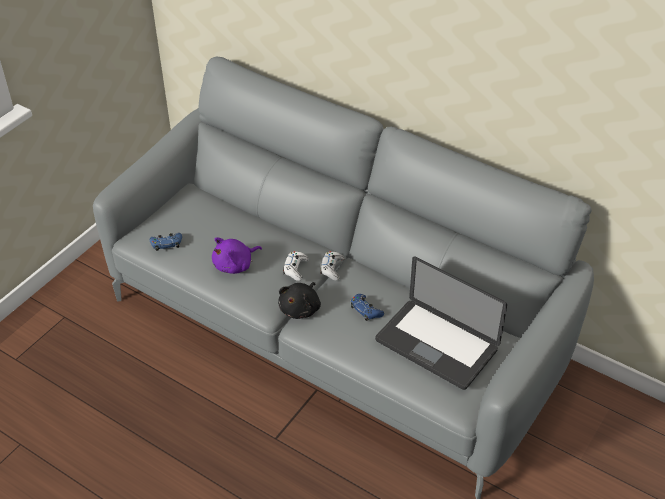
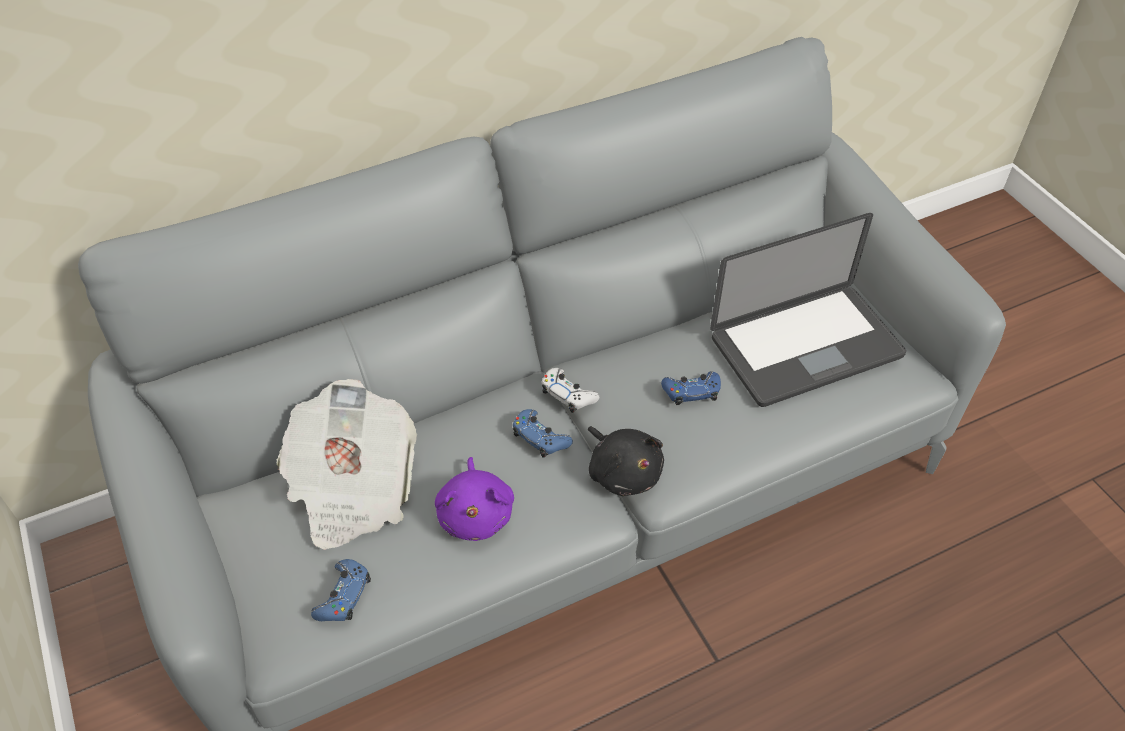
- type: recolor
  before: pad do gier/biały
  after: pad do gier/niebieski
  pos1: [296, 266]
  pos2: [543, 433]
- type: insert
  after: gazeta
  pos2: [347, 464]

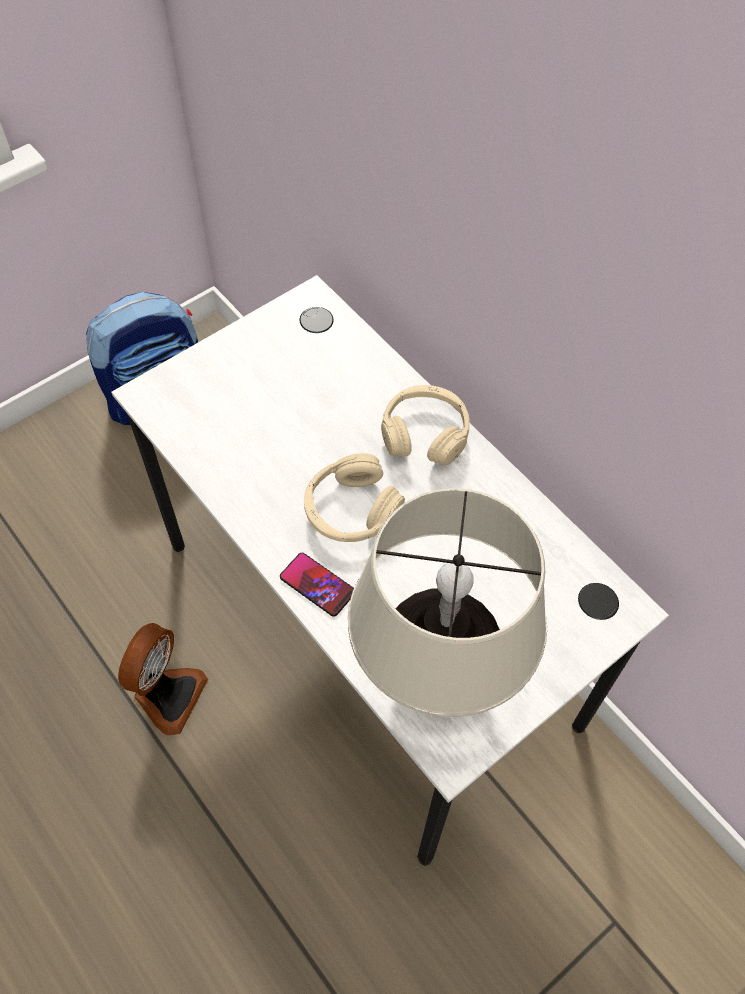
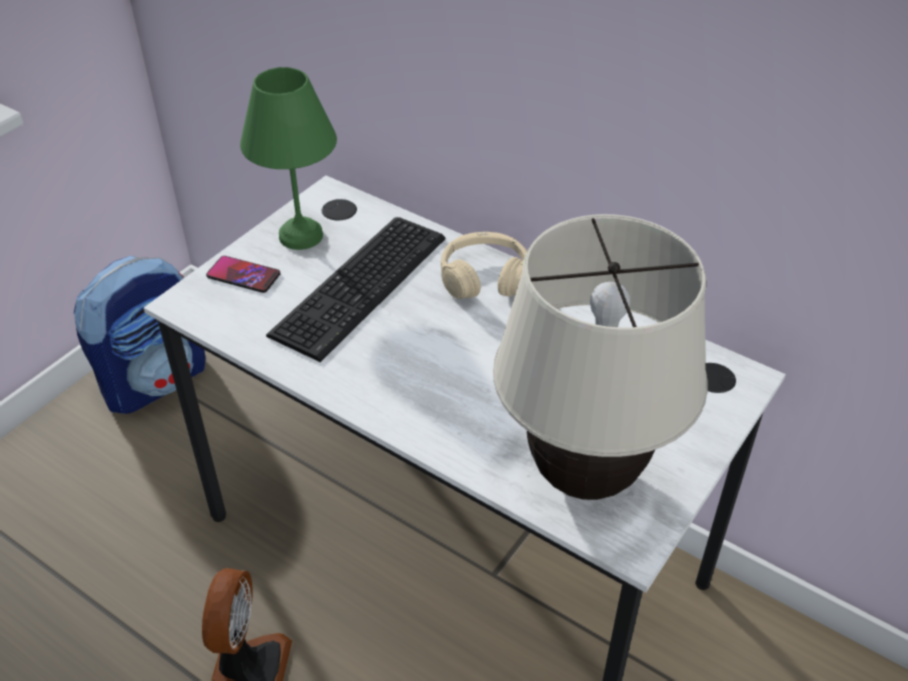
- type: move
  before: telefon
  pos1: [317, 585]
  pos2: [243, 274]
- type: delete
  before: słuchawki/beżowy
  pos1: [354, 497]
- type: insert
  after: lampa stołowa/zielony
  pos2: [288, 158]
- type: insert
  after: klawiatura
  pos2: [355, 289]

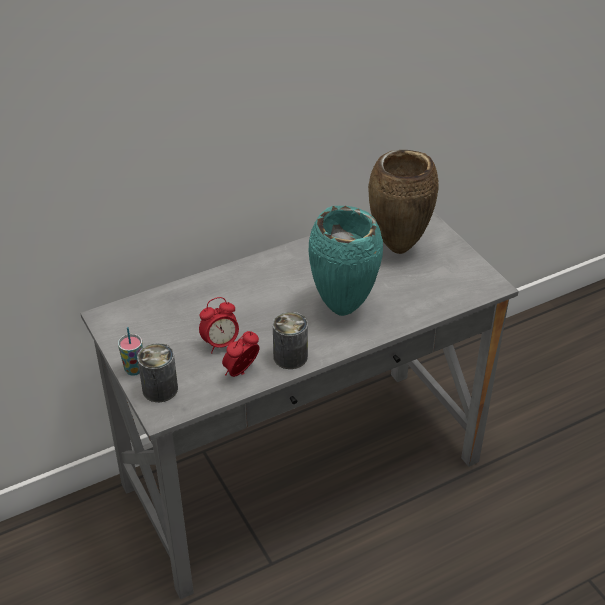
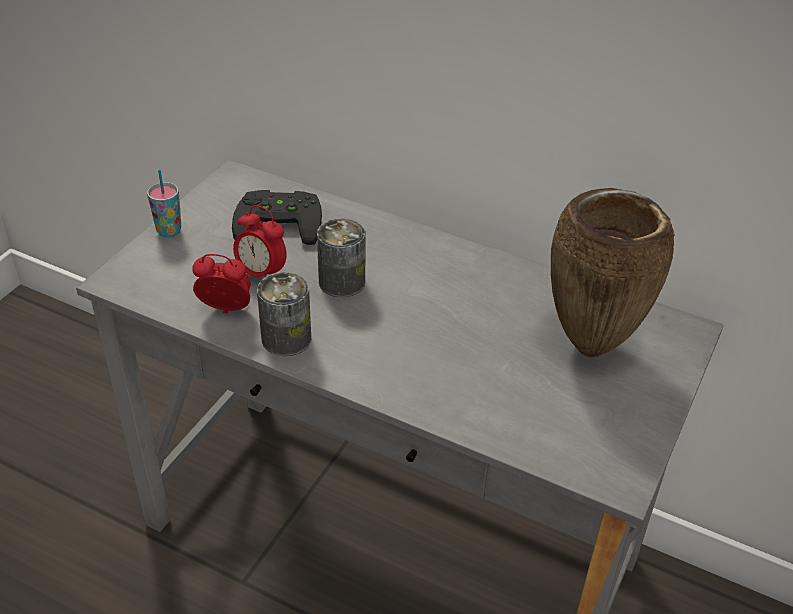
- type: move
  before: puszka
  pos1: [157, 372]
  pos2: [341, 257]
- type: delete
  before: wazon/turkusowy
  pos1: [345, 261]
- type: insert
  after: pad do gier/czarny
  pos2: [277, 217]

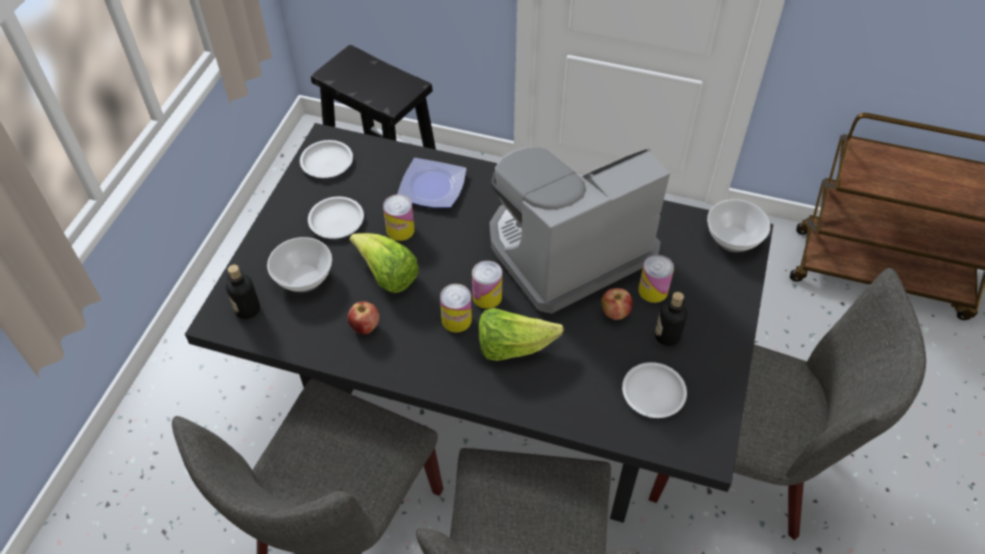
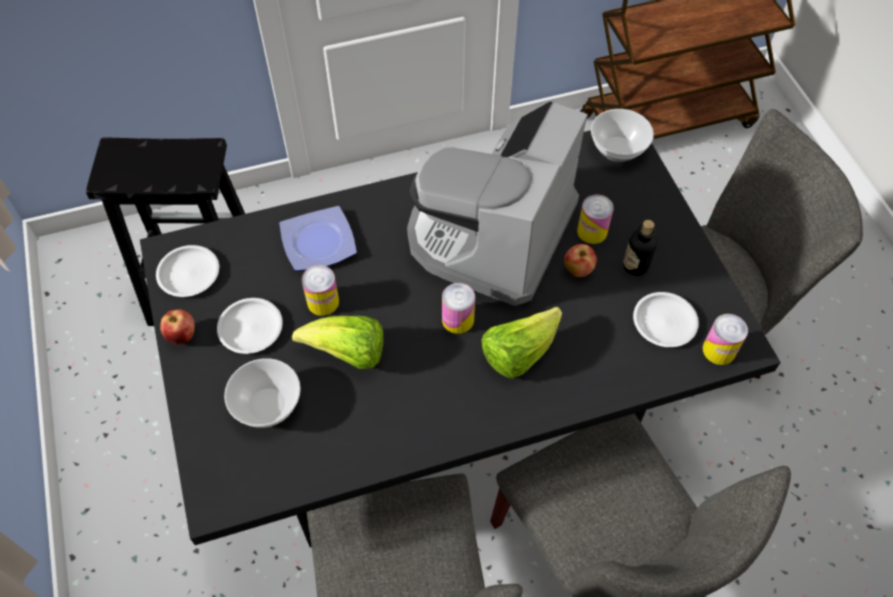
- type: delete
  before: butelka
  pos1: [243, 291]
- type: move
  before: jabłko
  pos1: [363, 318]
  pos2: [177, 326]
- type: move
  before: puszka
  pos1: [456, 308]
  pos2: [725, 339]

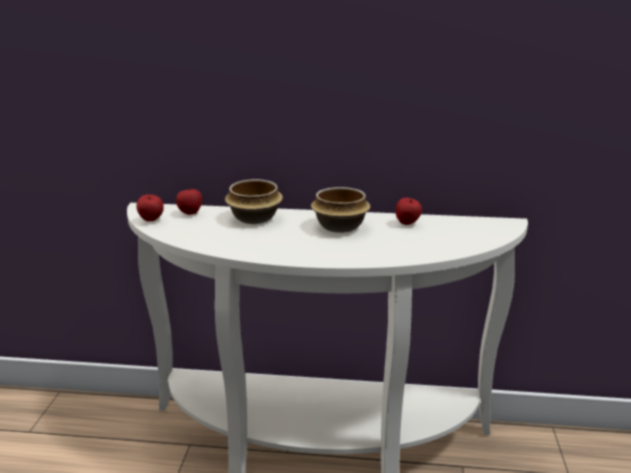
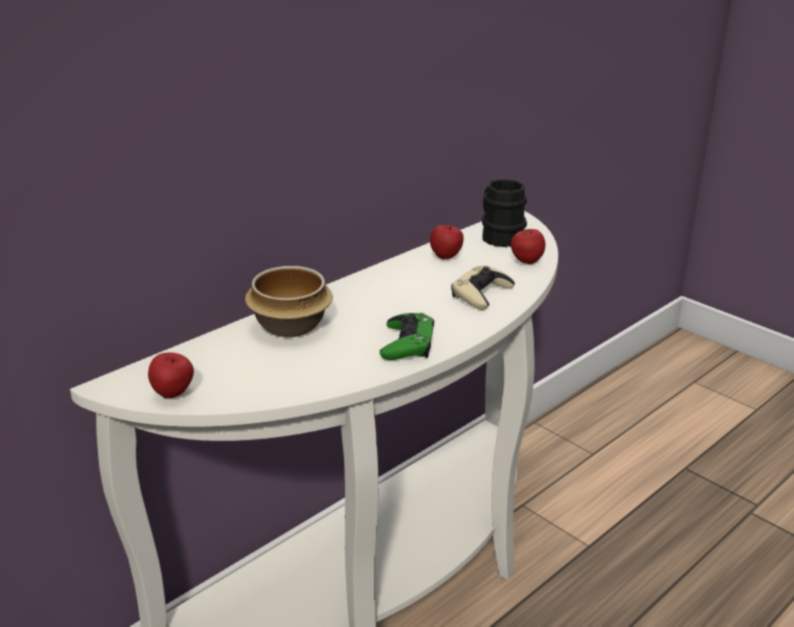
- type: move
  before: jabłko
  pos1: [189, 201]
  pos2: [528, 246]
- type: delete
  before: miska
  pos1: [341, 210]
- type: insert
  after: pad do gier/zielony
  pos2: [407, 336]
- type: insert
  after: pad do gier/beżowy
  pos2: [483, 287]
- type: insert
  after: kubek/czarny
  pos2: [504, 213]

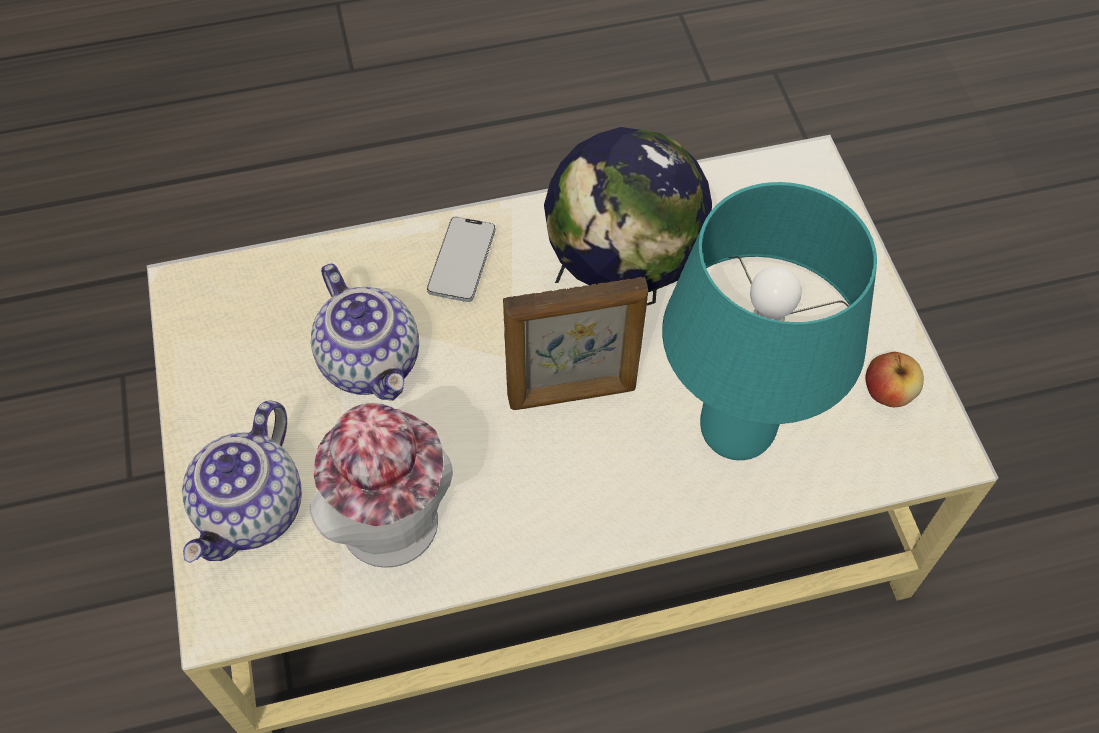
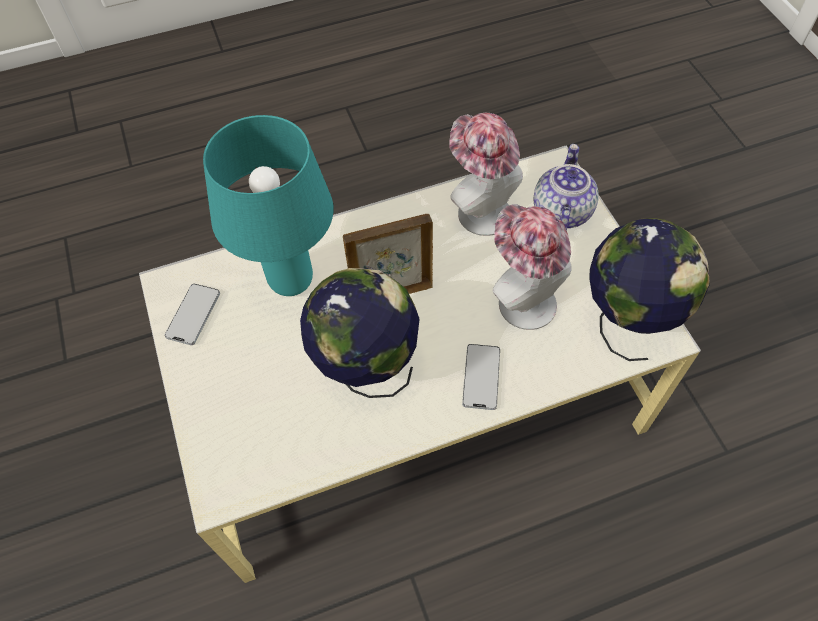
- type: replace
  before: imbryk
  after: kapelusz
  pos1: [365, 332]
  pos2: [532, 267]
- type: replace
  before: jabłko
  after: telefon
  pos1: [894, 379]
  pos2: [192, 314]
- type: insert
  after: globus
  pos2: [649, 289]

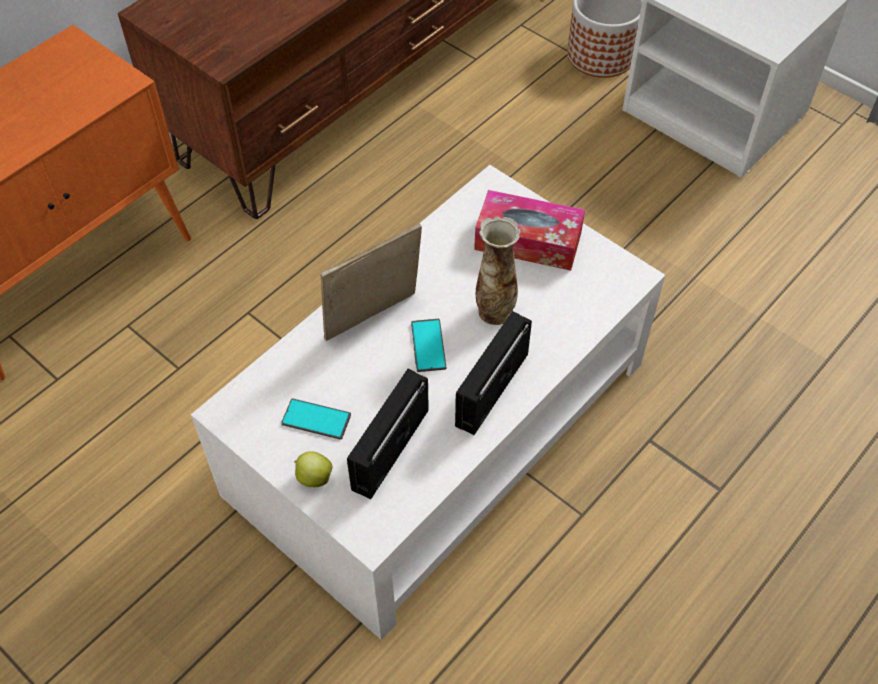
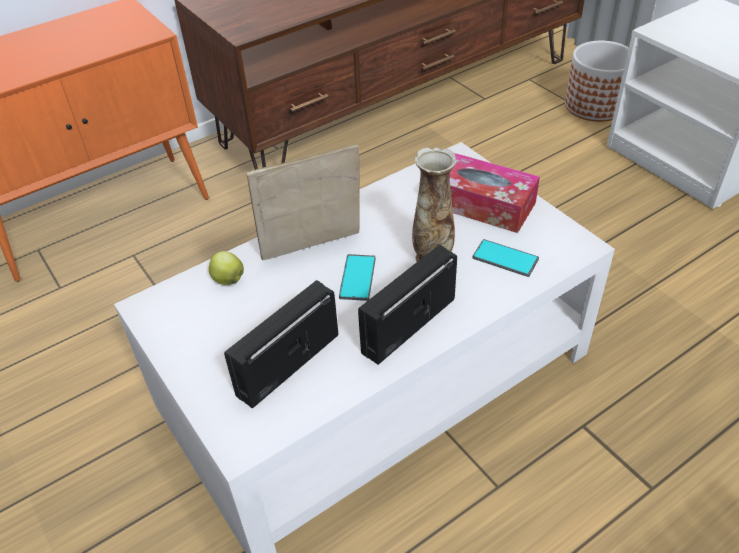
- type: move
  before: telefon
  pos1: [316, 419]
  pos2: [506, 258]
- type: move
  before: jabłko
  pos1: [313, 469]
  pos2: [226, 268]

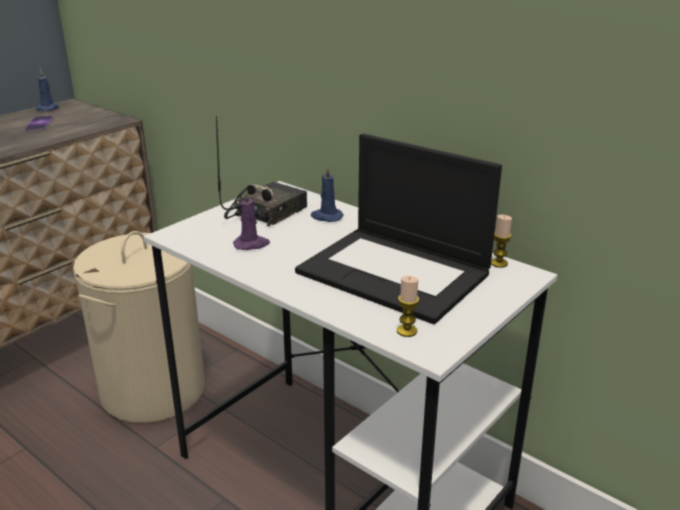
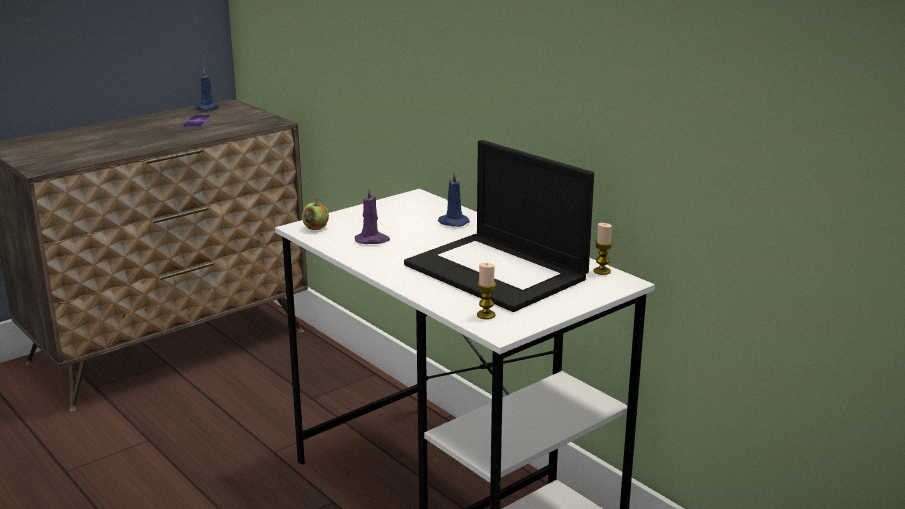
- type: delete
  before: kosz na pranie/beżowy
  pos1: [139, 327]
- type: delete
  before: radio
  pos1: [261, 171]
- type: insert
  after: jabłko
  pos2: [315, 214]

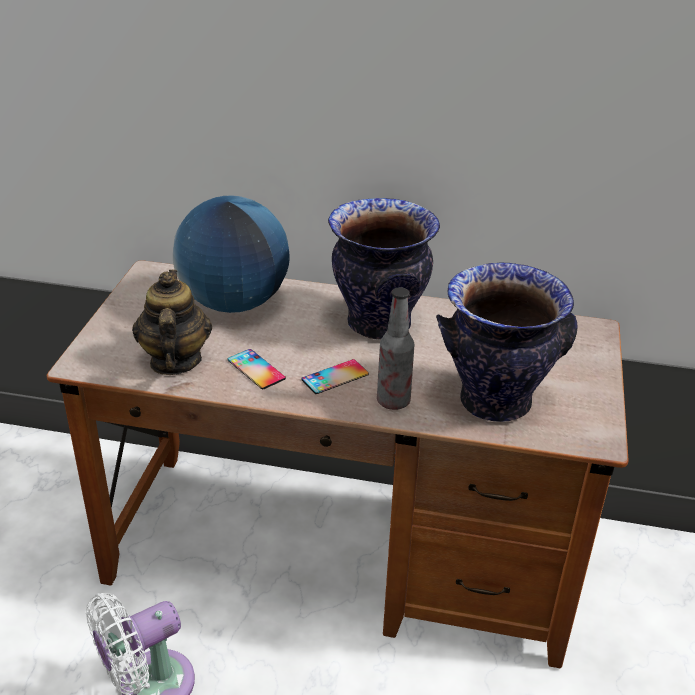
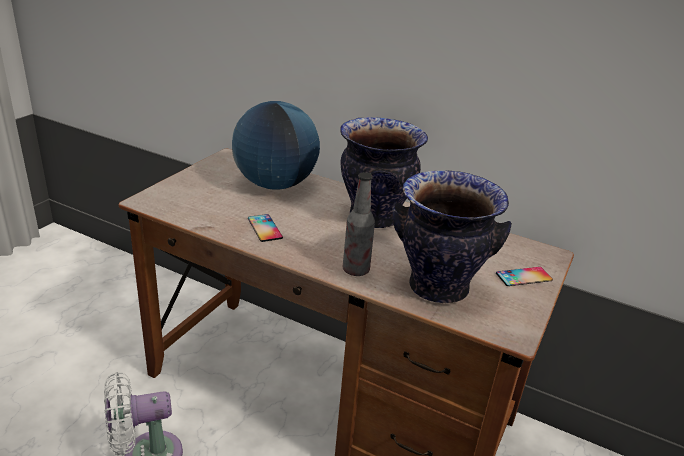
- type: delete
  before: imbryk
  pos1: [172, 322]
- type: move
  before: telefon
  pos1: [335, 376]
  pos2: [524, 276]

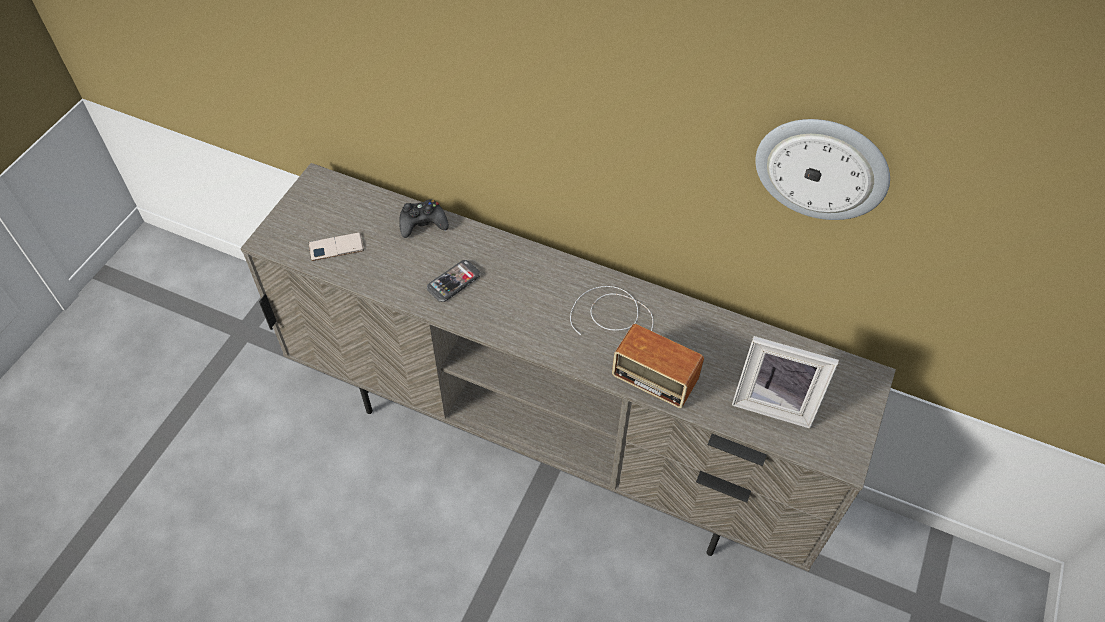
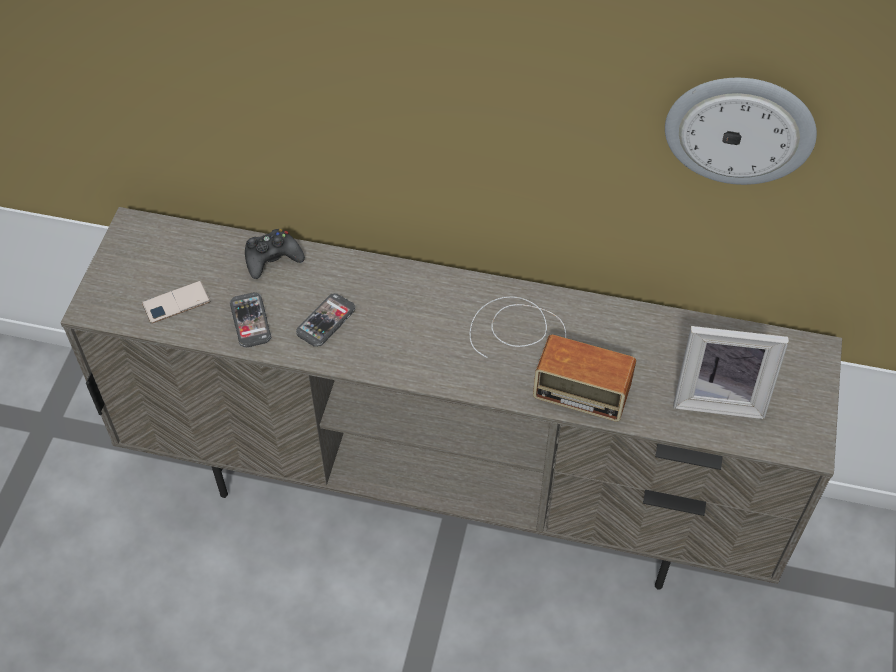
- type: insert
  after: telefon
  pos2: [250, 320]

